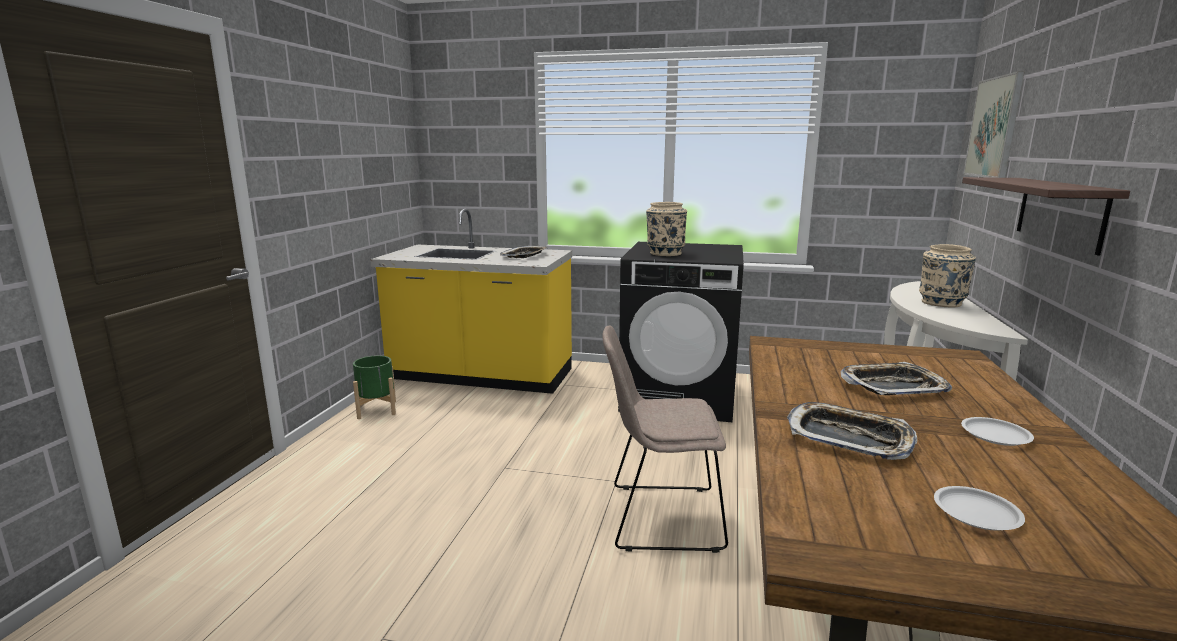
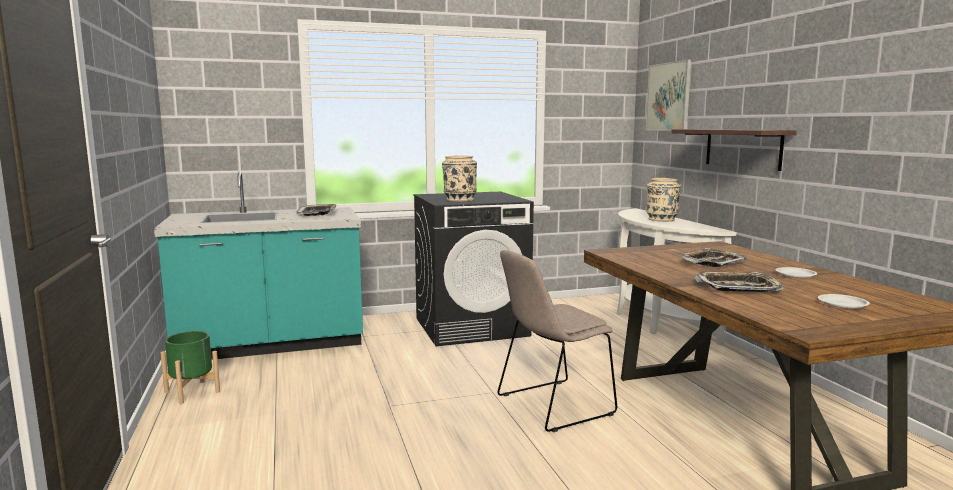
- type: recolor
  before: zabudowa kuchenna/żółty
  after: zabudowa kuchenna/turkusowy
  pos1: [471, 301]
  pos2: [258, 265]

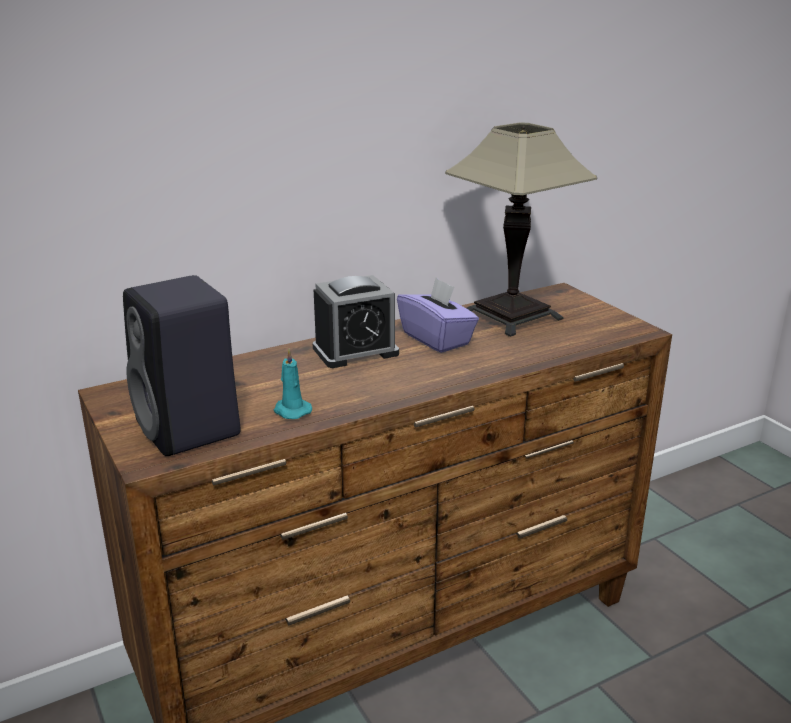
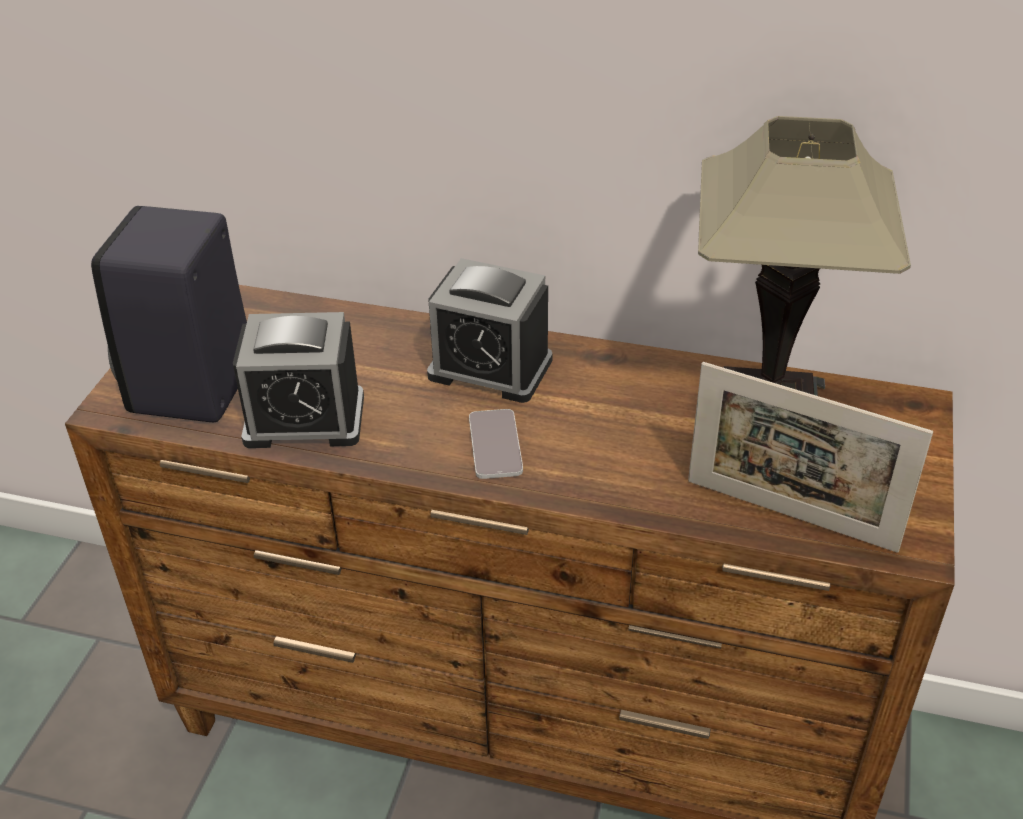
- type: replace
  before: świeca/turkusowy
  after: budzik
  pos1: [293, 383]
  pos2: [298, 380]
- type: delete
  before: pudełko chusteczek/fioletowy
  pos1: [438, 315]
- type: insert
  after: telefon
  pos2: [496, 444]
- type: insert
  after: ramka na zdjęcie
  pos2: [810, 457]

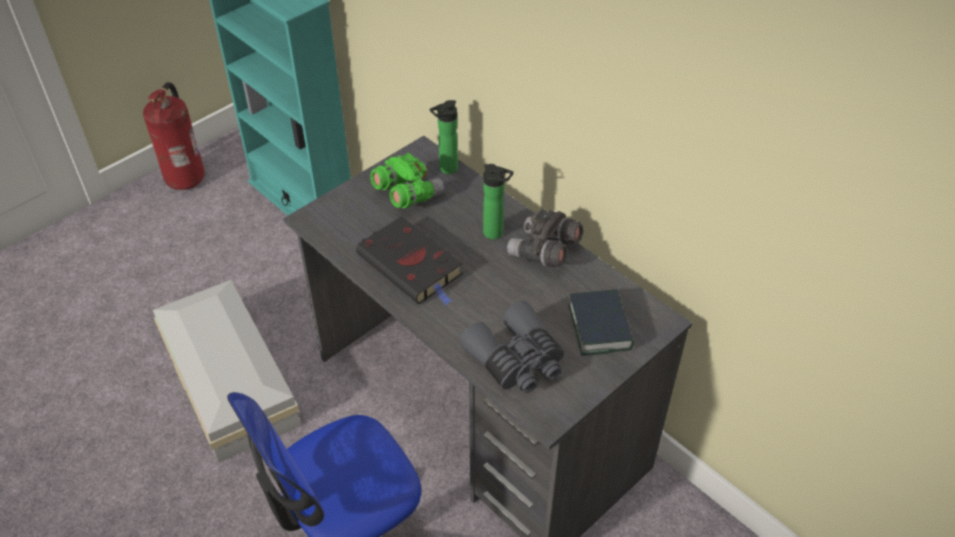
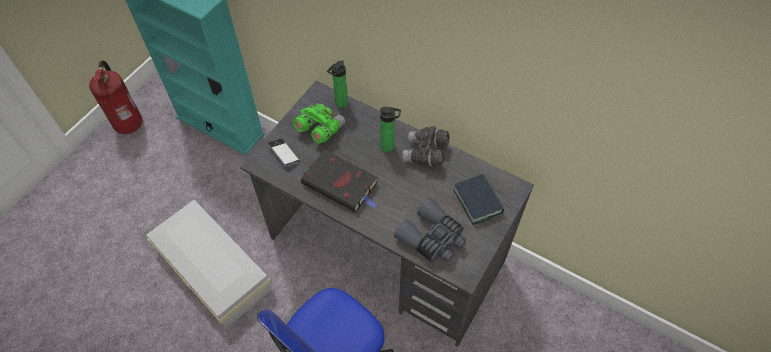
- type: insert
  after: telefon
  pos2: [284, 153]

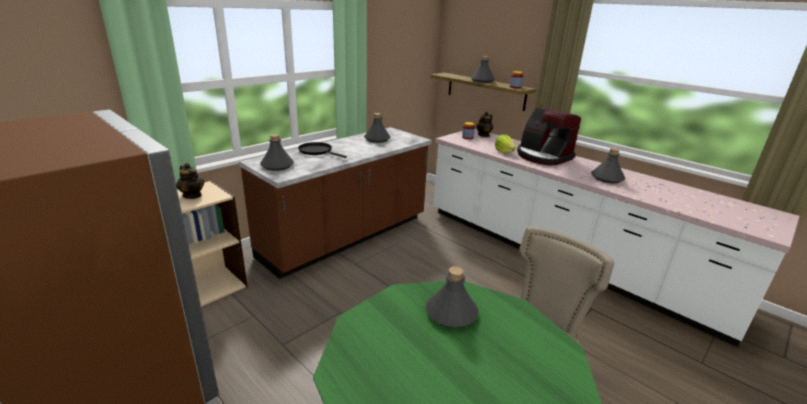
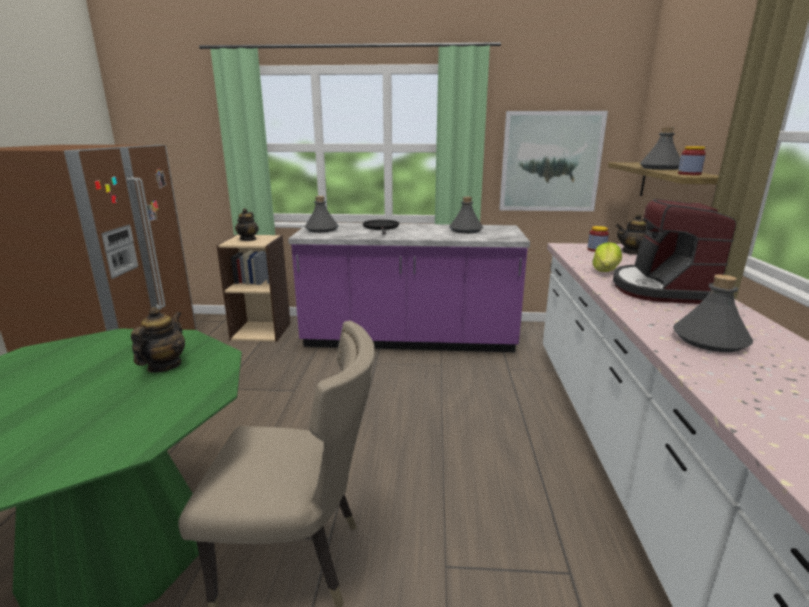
- type: recolor
  before: zabudowa kuchenna/brązowy
  after: zabudowa kuchenna/fioletowy
  pos1: [335, 203]
  pos2: [409, 287]
- type: replace
  before: butelka/szary
  after: imbryk
  pos1: [452, 297]
  pos2: [158, 340]
- type: insert
  after: obraz
  pos2: [553, 161]

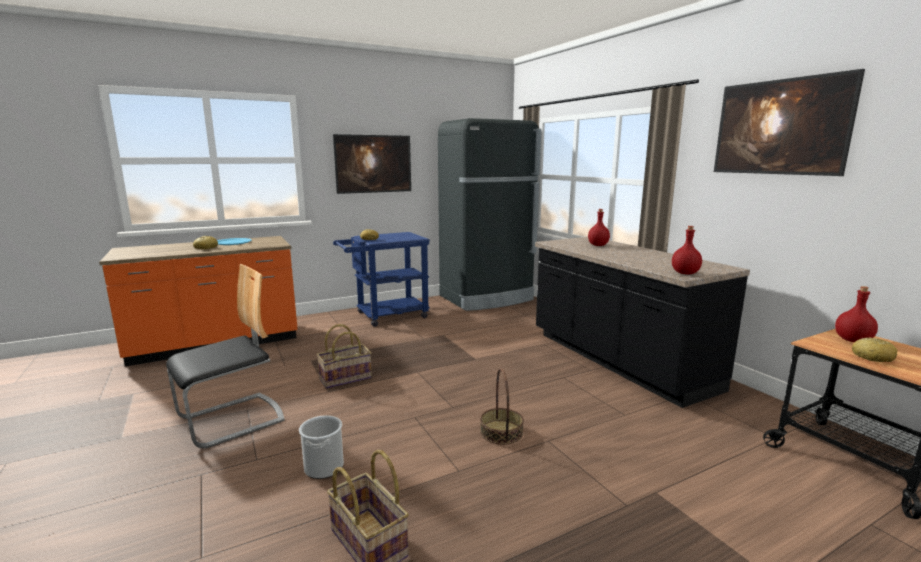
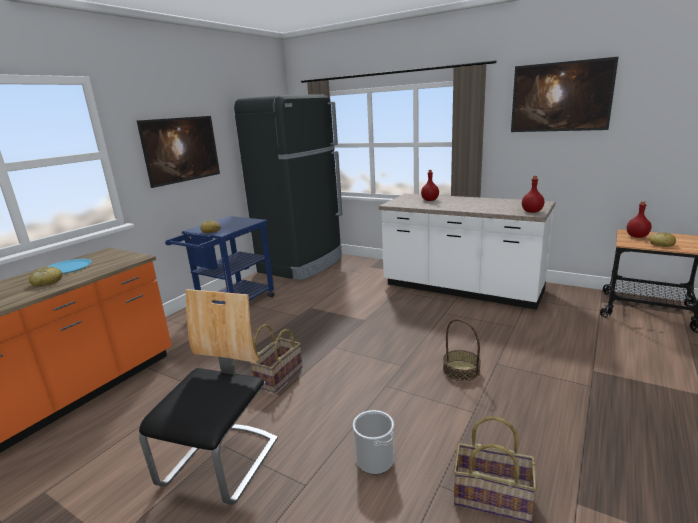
- type: recolor
  before: zabudowa kuchenna/czarny
  after: zabudowa kuchenna/biały
  pos1: [642, 322]
  pos2: [467, 252]

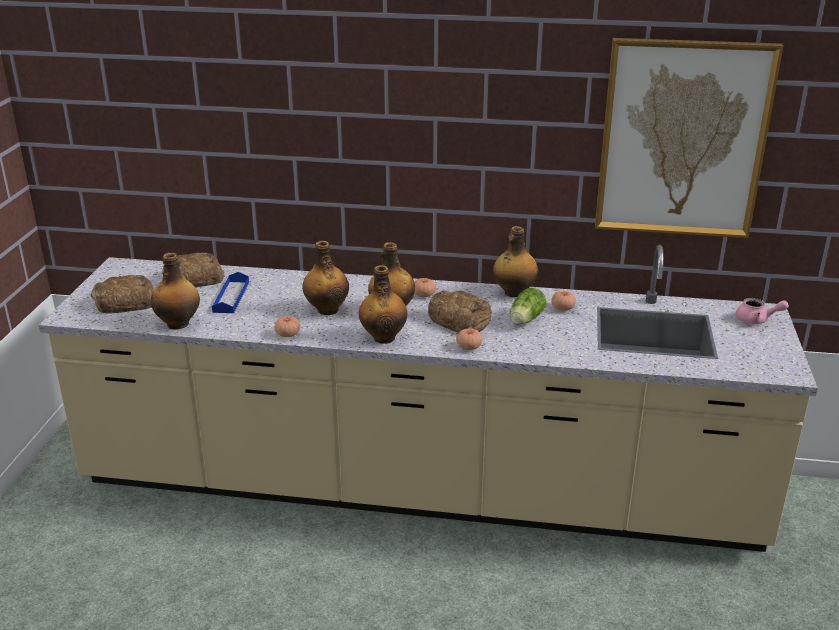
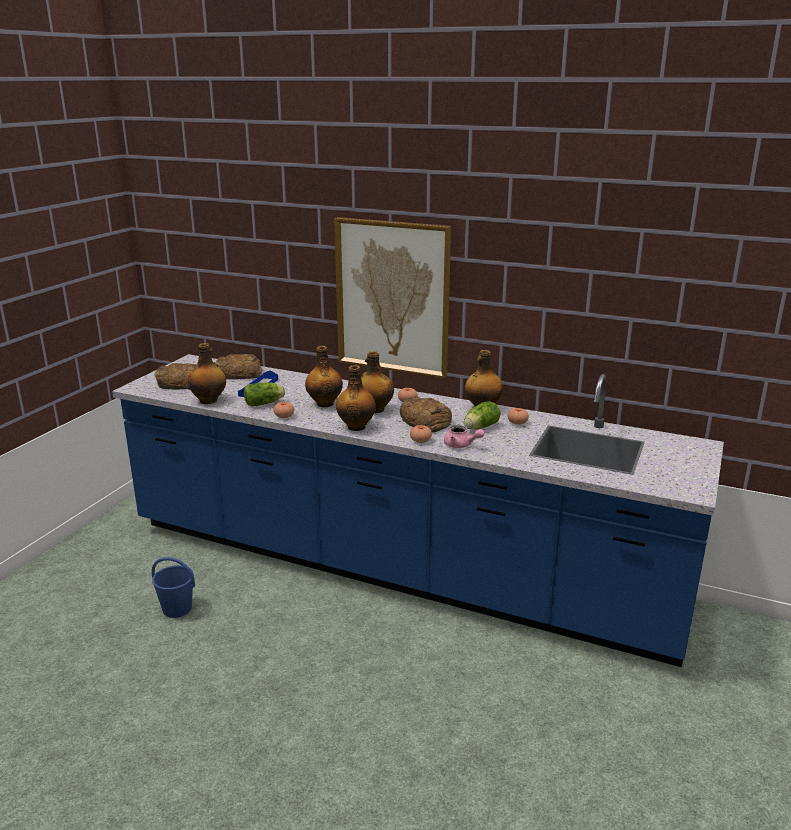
- type: recolor
  before: zabudowa kuchenna/beżowy
  after: zabudowa kuchenna/niebieski
  pos1: [428, 398]
  pos2: [418, 510]
- type: move
  before: obraz
  pos1: [689, 138]
  pos2: [392, 297]
- type: move
  before: imbryk/różowy
  pos1: [762, 311]
  pos2: [464, 436]
- type: insert
  after: wiadro/niebieski
  pos2: [173, 587]
- type: insert
  after: sałata
  pos2: [264, 394]

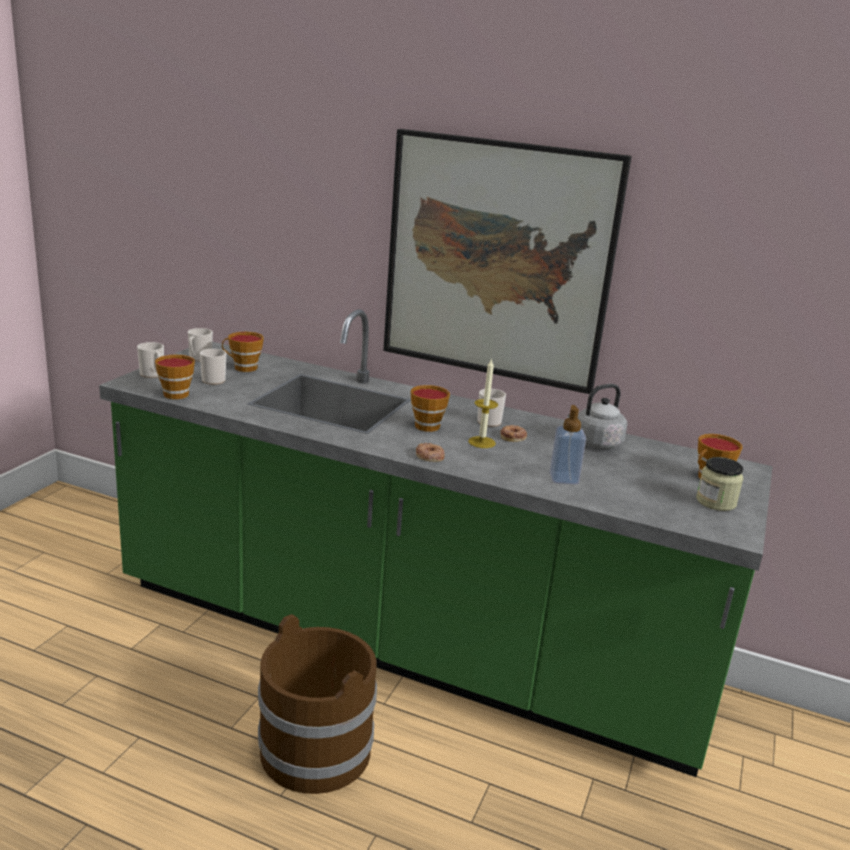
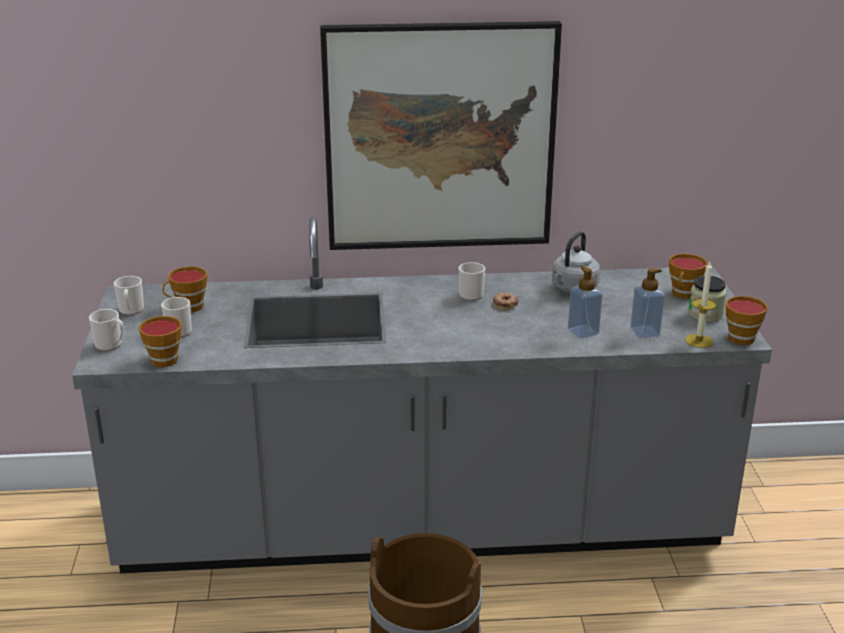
- type: recolor
  before: zabudowa kuchenna/zielony
  after: zabudowa kuchenna/szary
  pos1: [436, 543]
  pos2: [422, 395]
- type: move
  before: filiżanka
  pos1: [430, 408]
  pos2: [746, 320]
- type: delete
  before: donut
  pos1: [430, 452]
- type: move
  before: świeca
  pos1: [483, 403]
  pos2: [700, 305]
- type: insert
  after: dozownik mydła
  pos2: [647, 303]

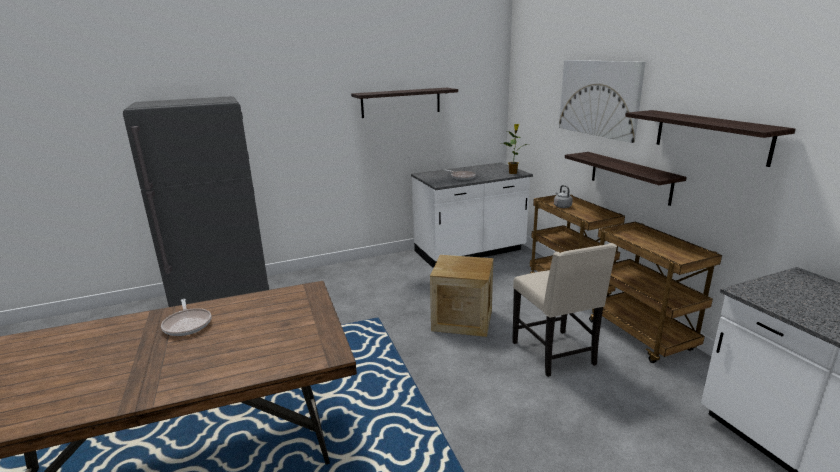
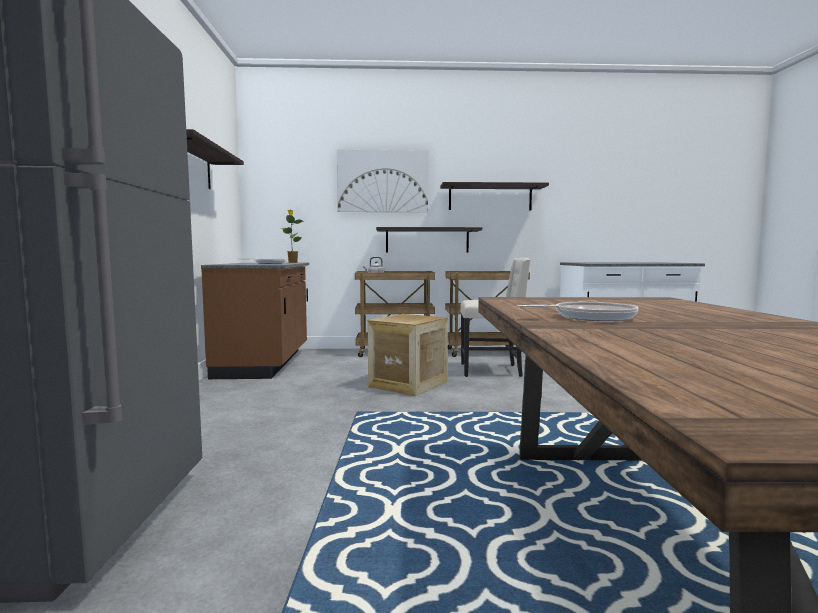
- type: recolor
  before: zabudowa kuchenna/biały
  after: zabudowa kuchenna/brązowy
  pos1: [472, 215]
  pos2: [255, 321]

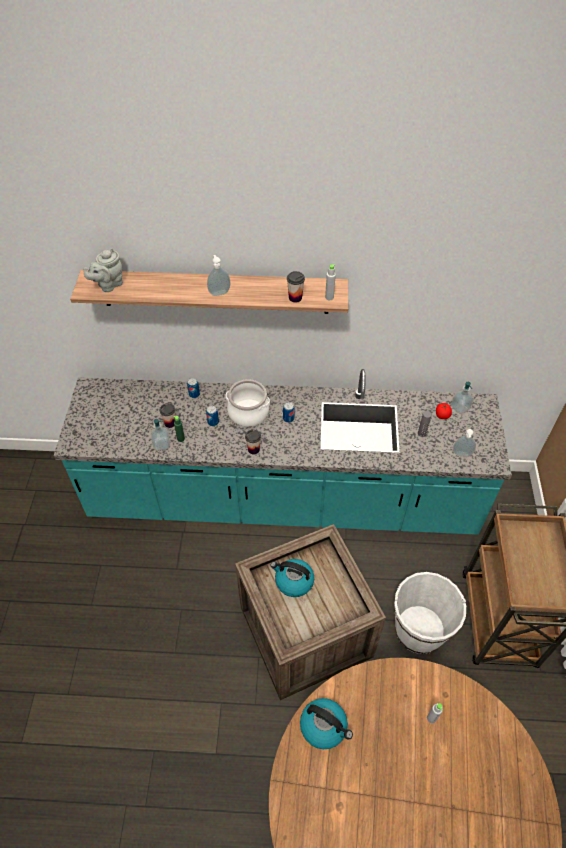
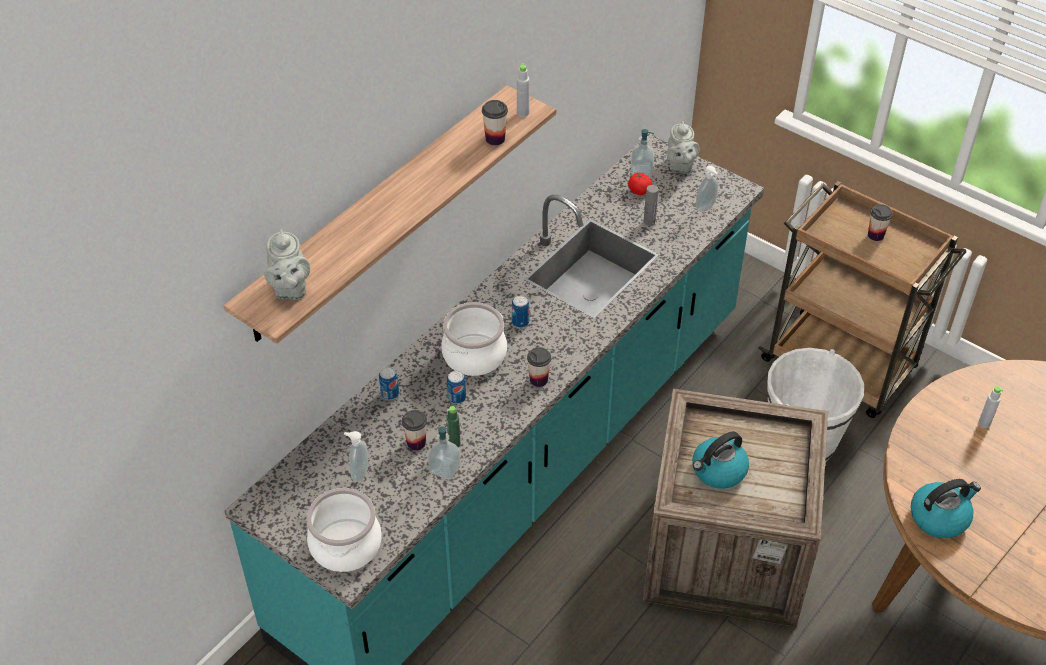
- type: move
  before: dozownik mydła
  pos1: [218, 275]
  pos2: [356, 456]
- type: insert
  after: garnek
  pos2: [343, 530]
- type: insert
  after: imbryk/szary
  pos2: [683, 147]
- type: insert
  after: filiżanka
  pos2: [880, 222]

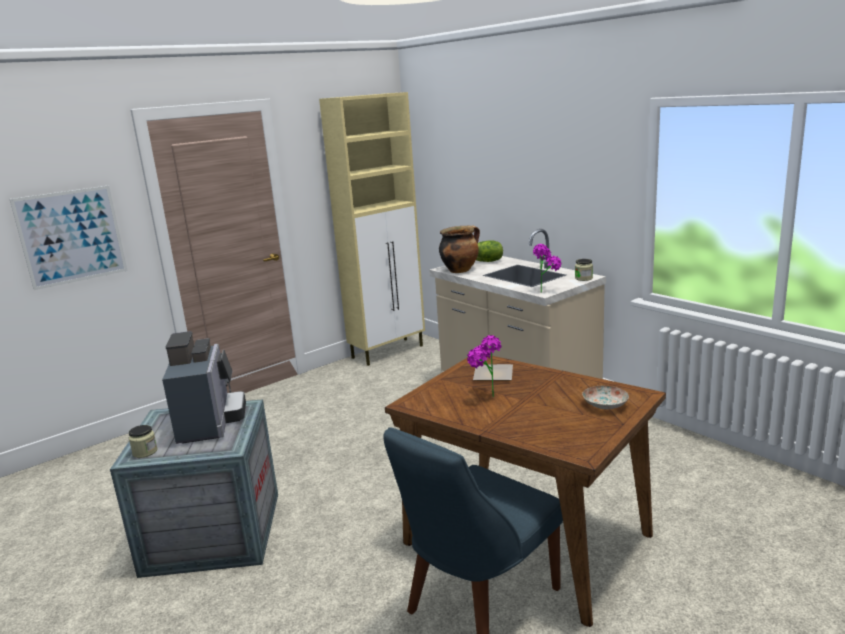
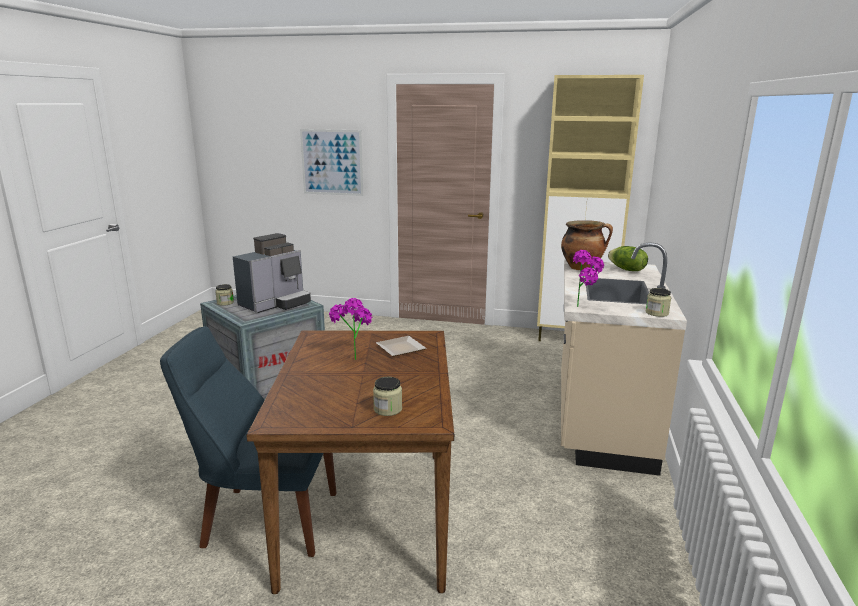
- type: replace
  before: talerz
  after: słoik
  pos1: [605, 397]
  pos2: [387, 396]

